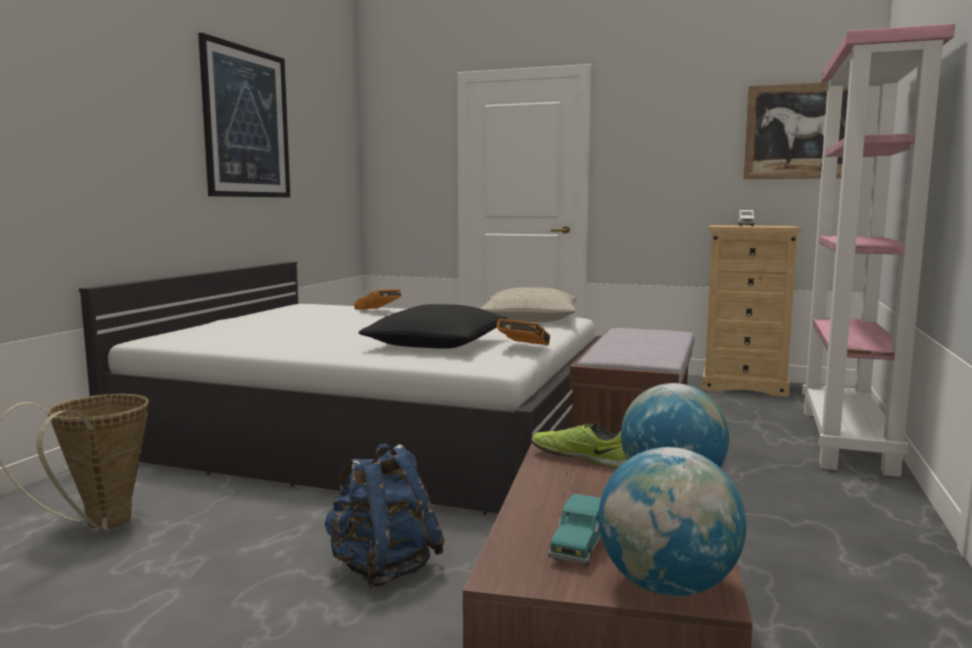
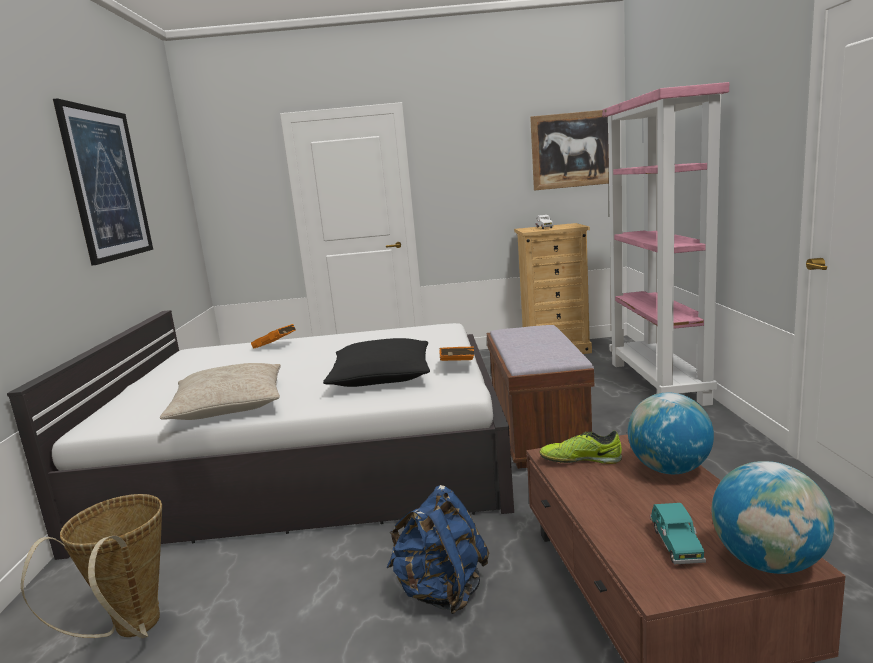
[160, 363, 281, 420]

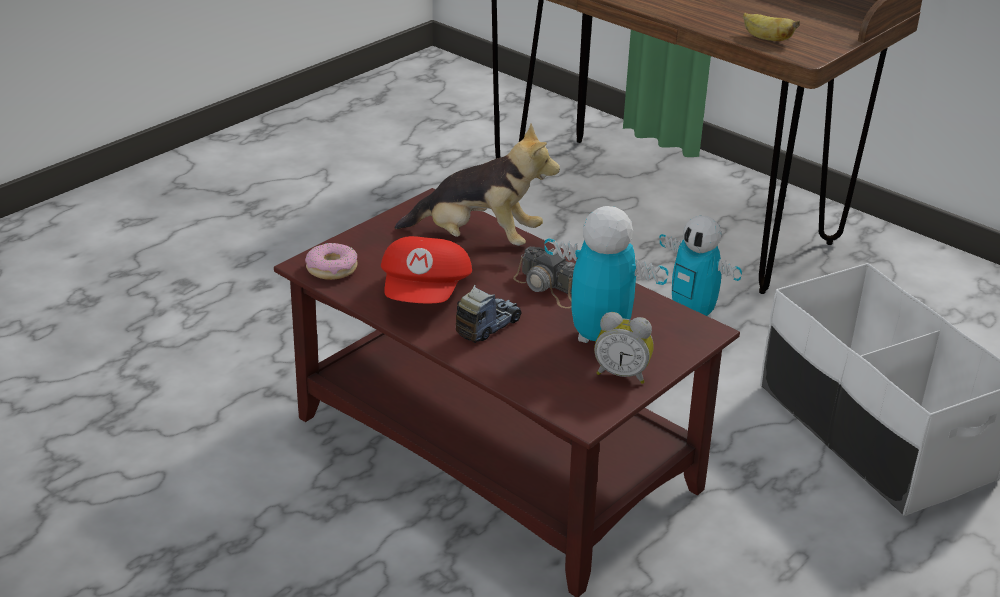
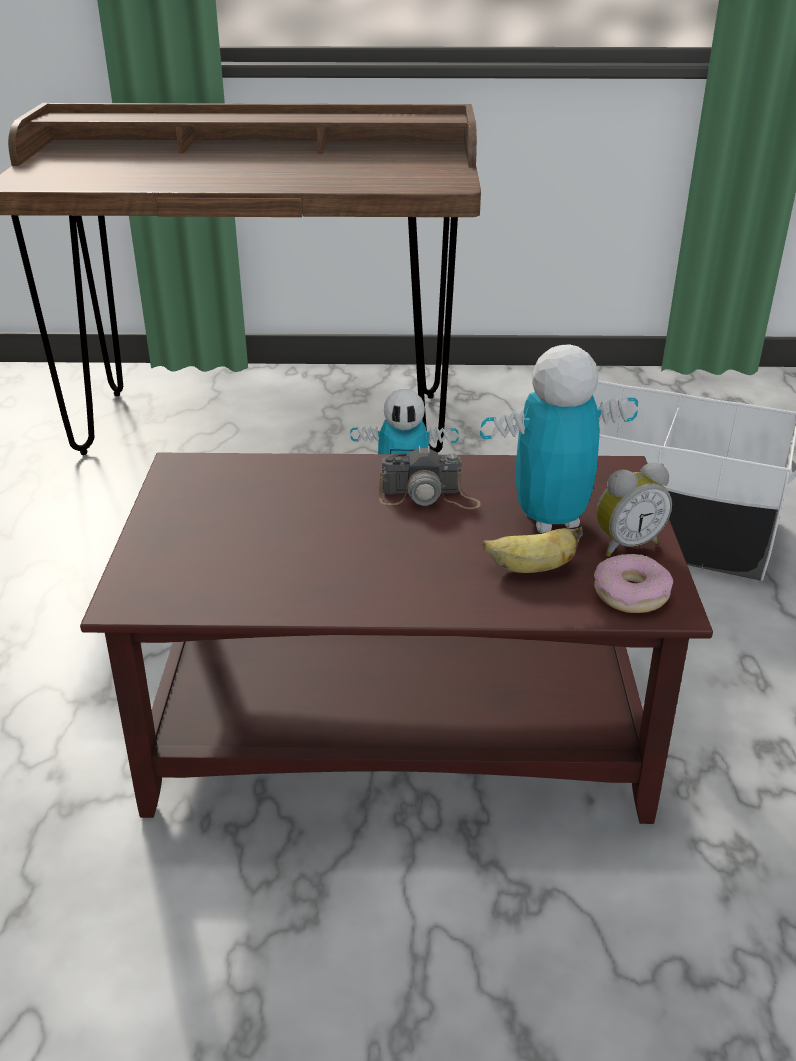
[381, 236, 472, 303] (first image)
[394, 123, 560, 246] (first image)
[456, 285, 521, 343] (first image)
[594, 554, 673, 613]
[483, 527, 583, 573]

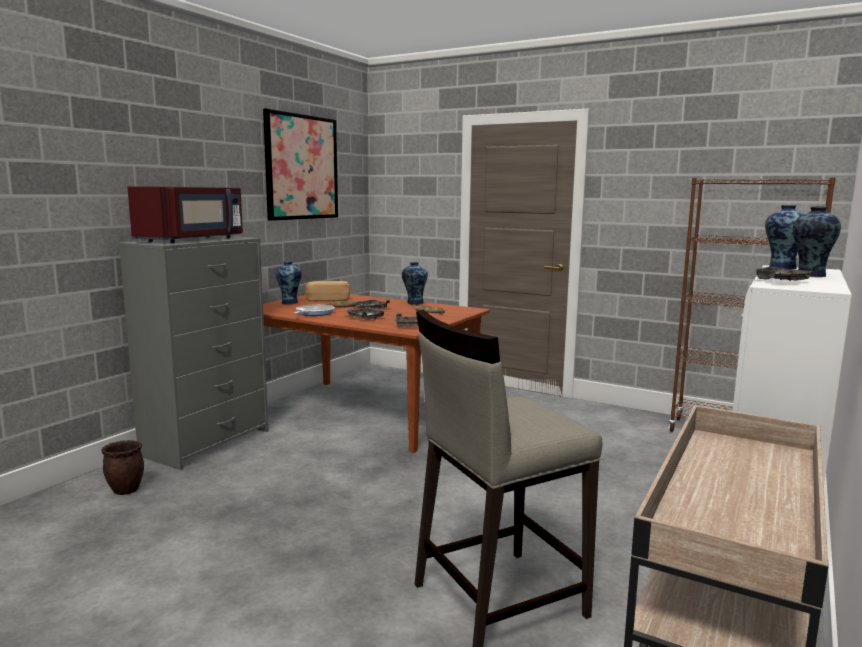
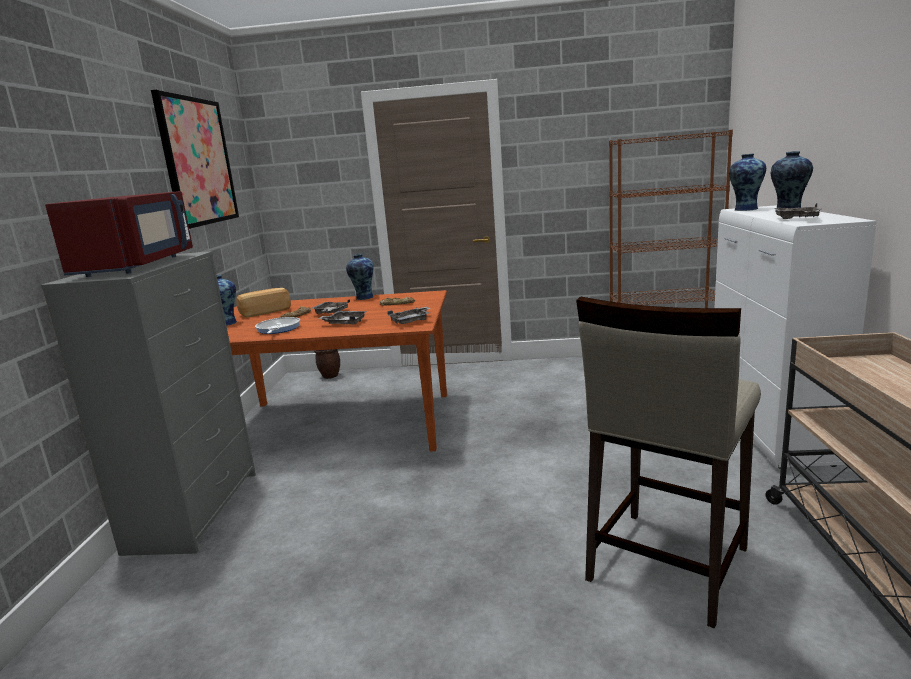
[314, 349, 340, 379]

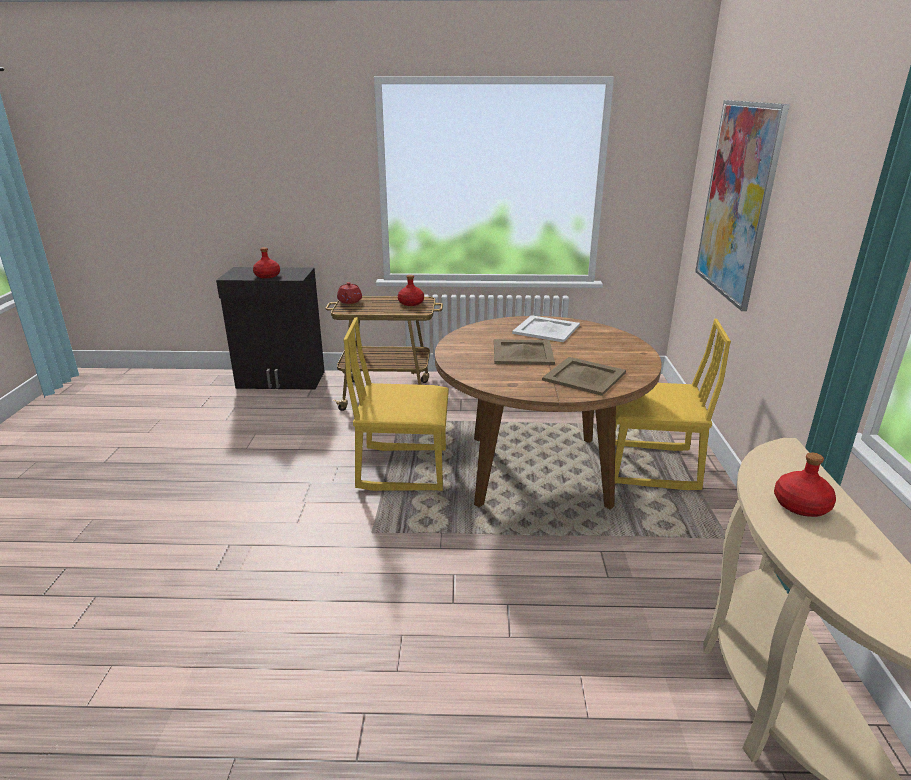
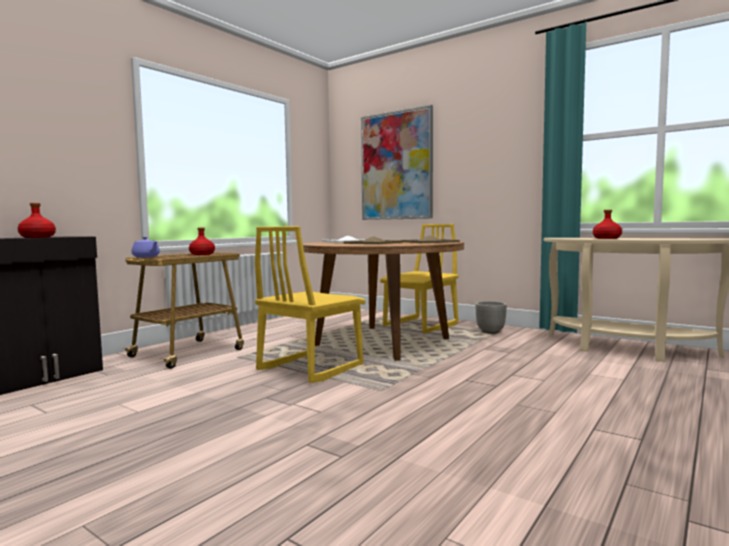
[475, 301, 507, 334]
[131, 237, 160, 258]

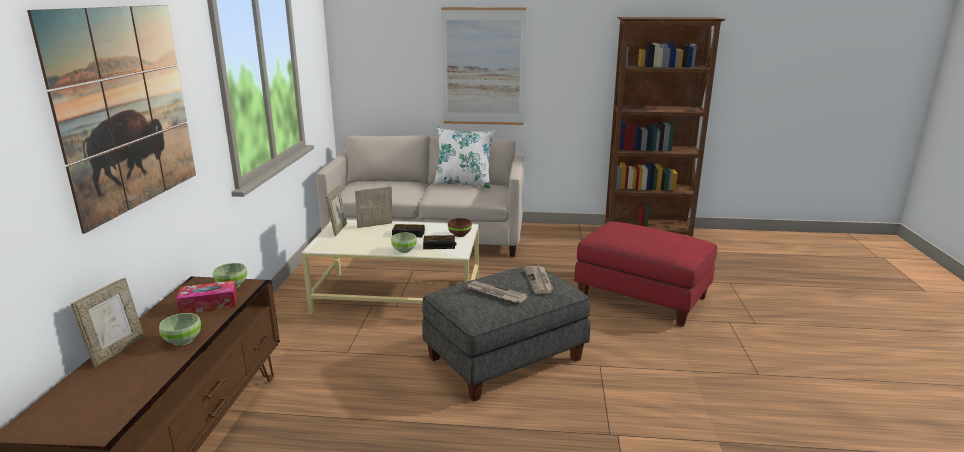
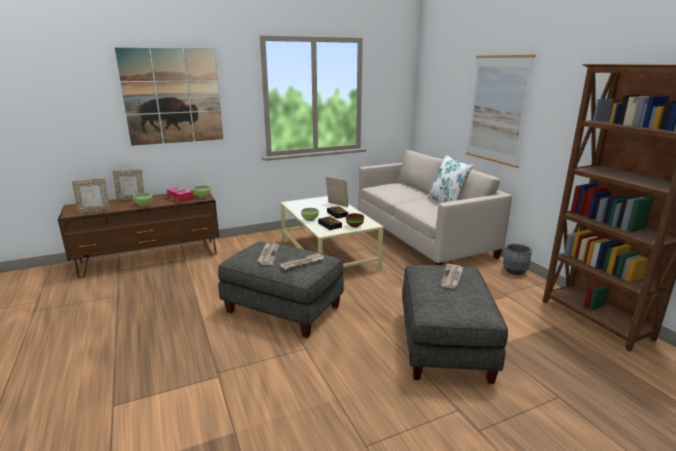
[441, 264, 463, 289]
[503, 243, 532, 275]
[72, 178, 110, 213]
[402, 265, 508, 384]

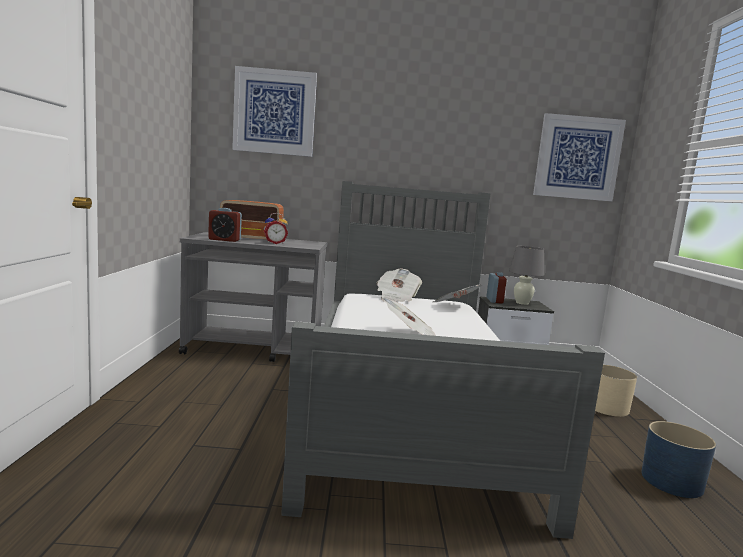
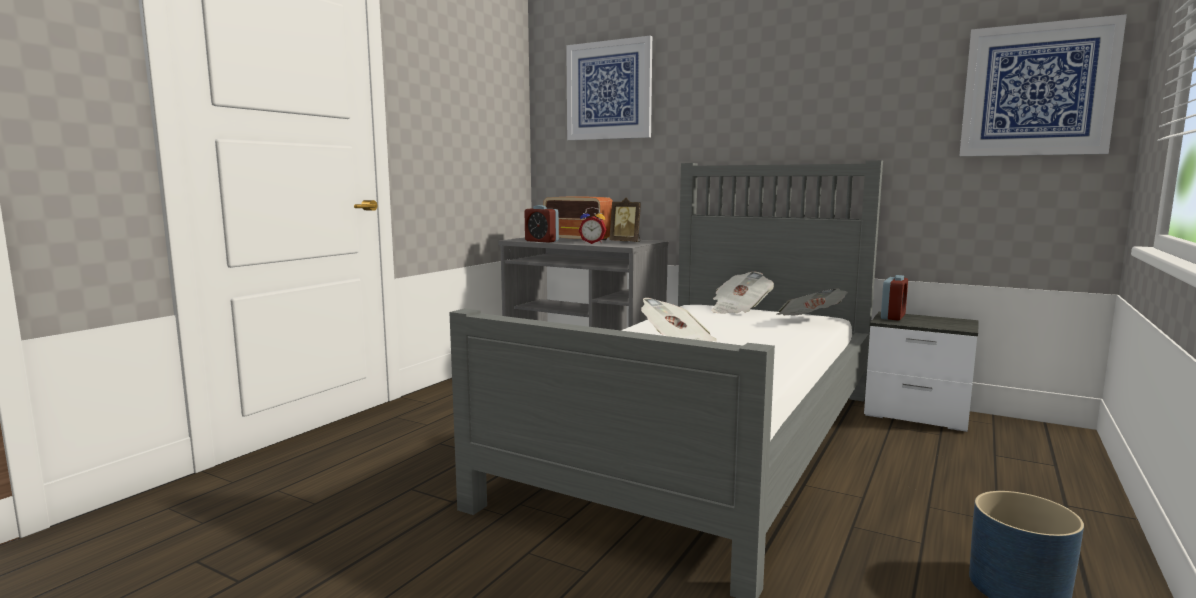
[509, 246, 544, 305] (first image)
[595, 364, 637, 417] (first image)
[609, 198, 641, 242]

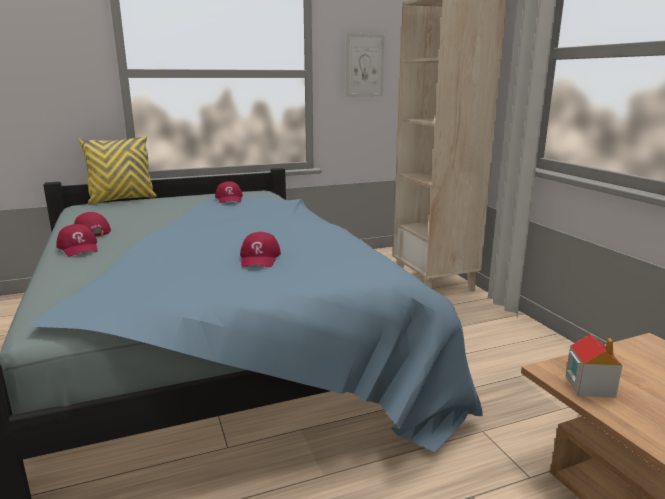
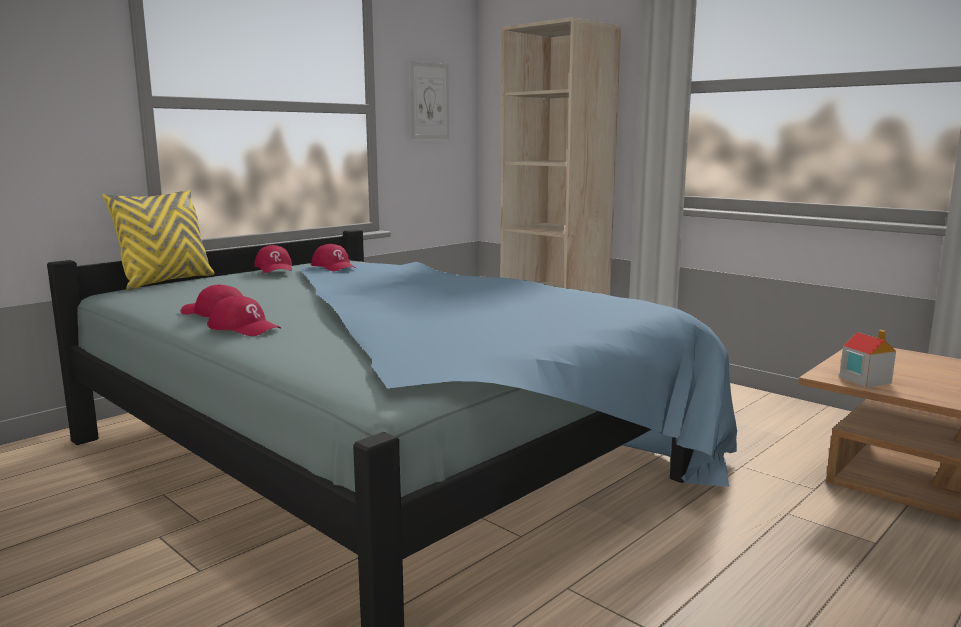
[254, 245, 292, 273]

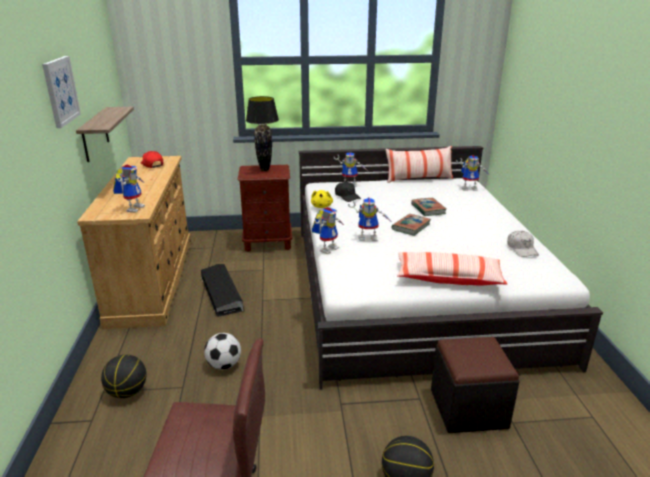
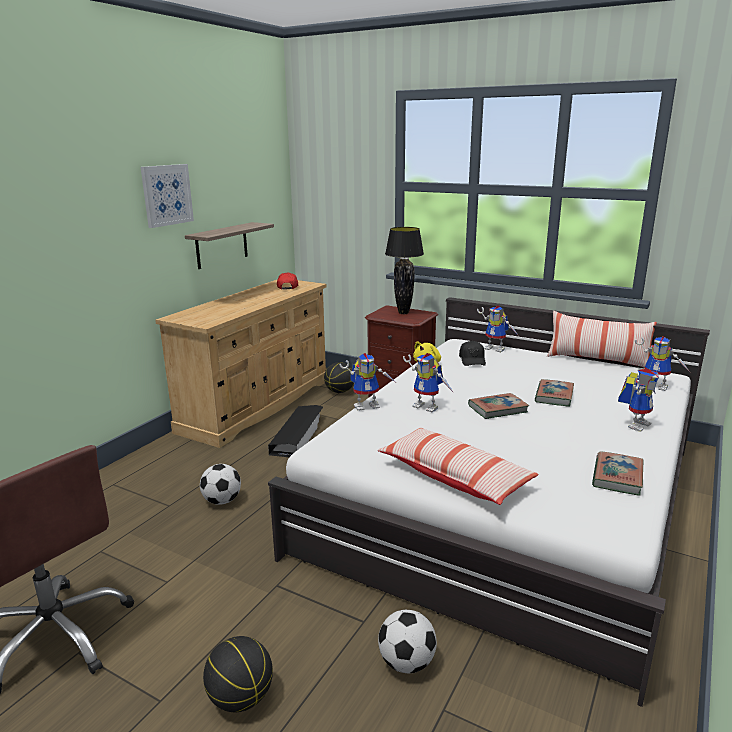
[324, 362, 354, 393]
[618, 369, 659, 432]
[378, 610, 437, 673]
[592, 451, 643, 496]

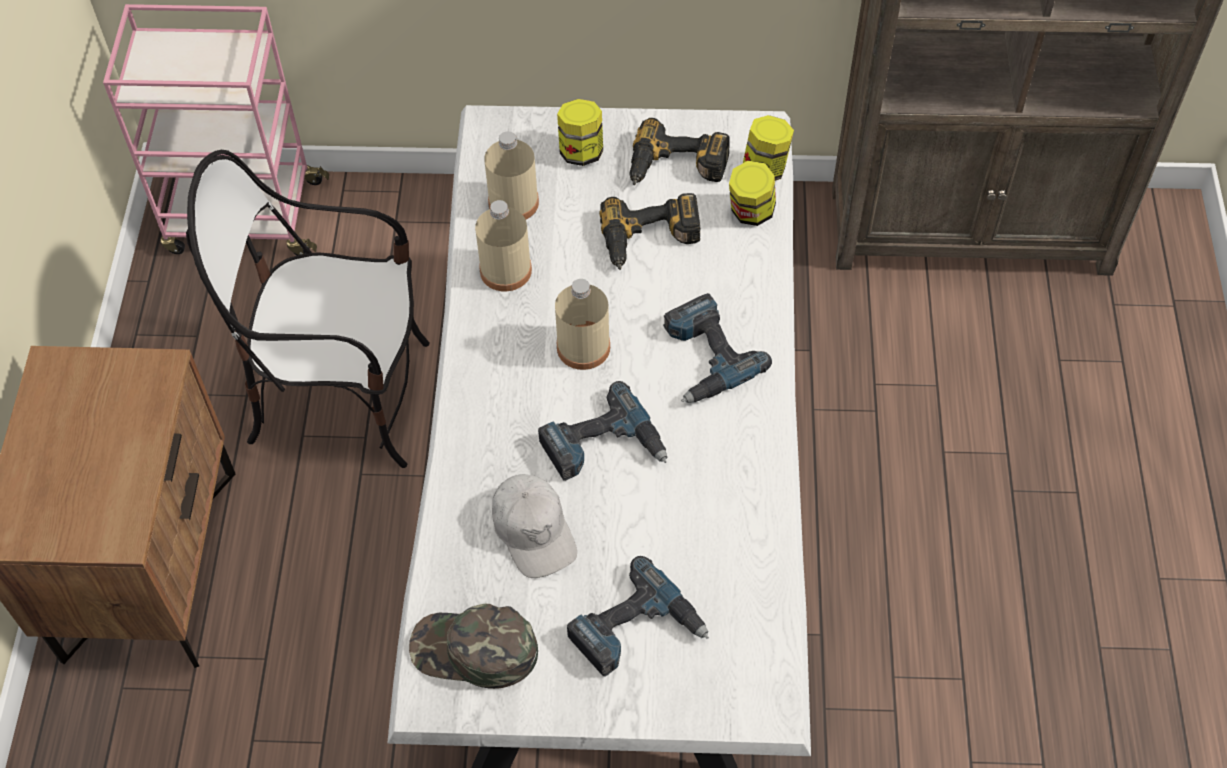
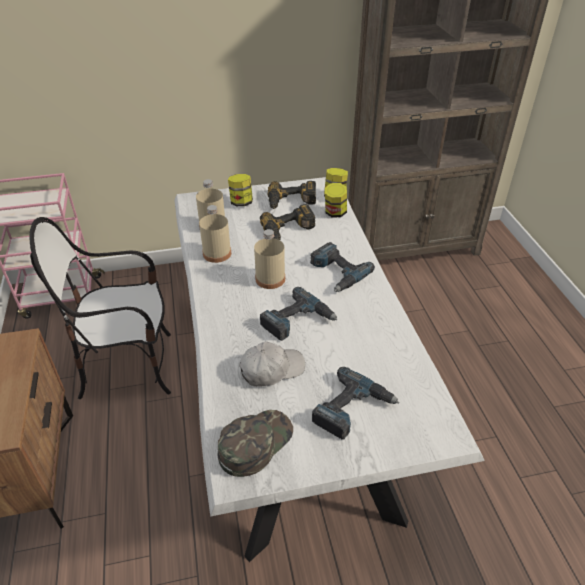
[218, 410, 293, 477]
[239, 341, 305, 387]

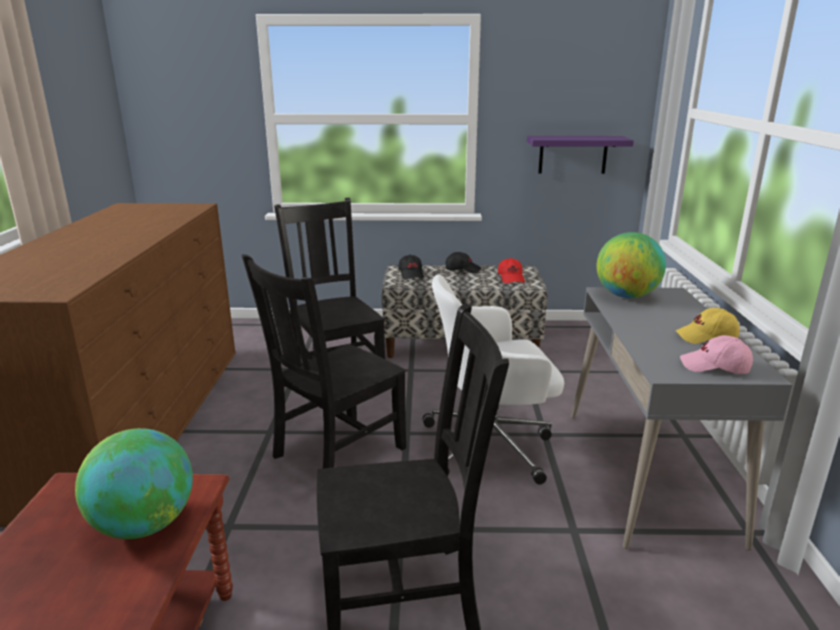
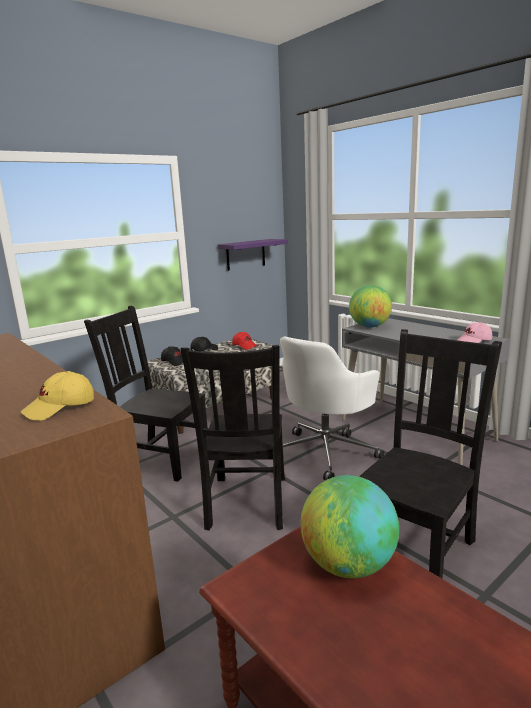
[21, 371, 94, 421]

